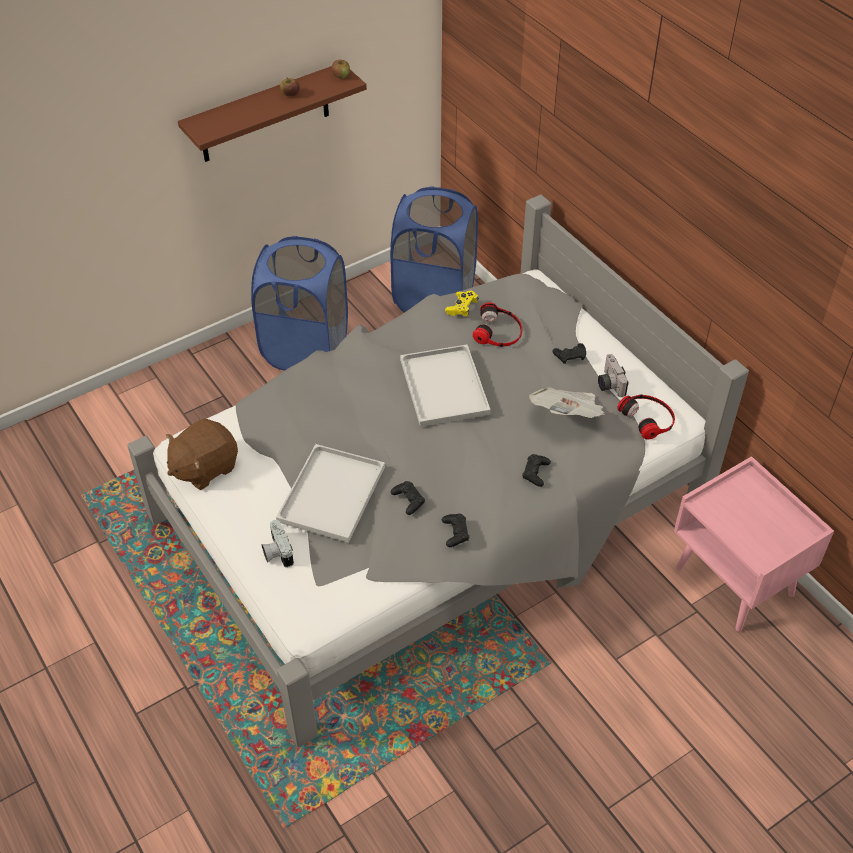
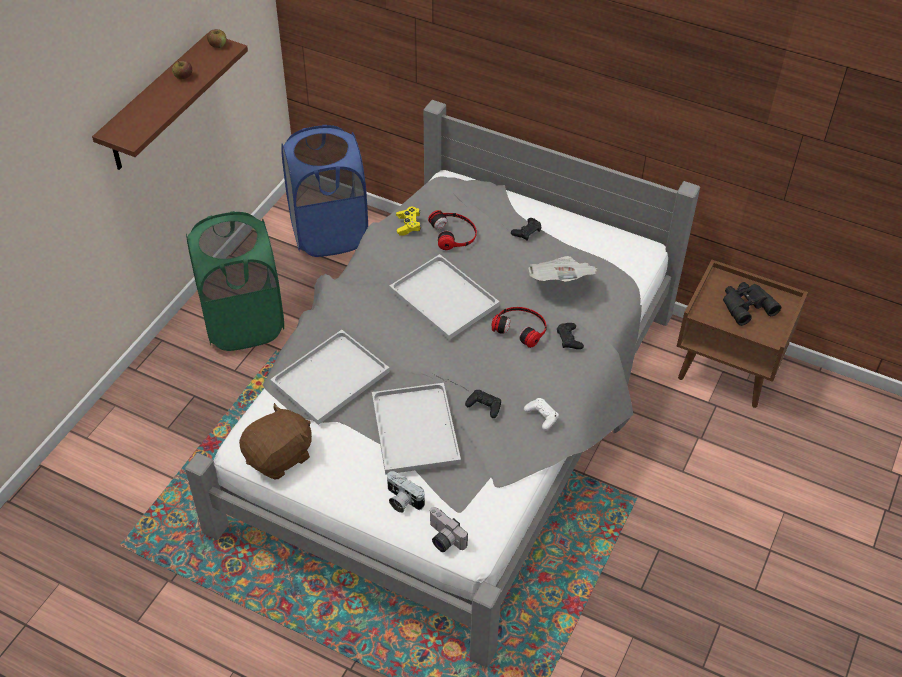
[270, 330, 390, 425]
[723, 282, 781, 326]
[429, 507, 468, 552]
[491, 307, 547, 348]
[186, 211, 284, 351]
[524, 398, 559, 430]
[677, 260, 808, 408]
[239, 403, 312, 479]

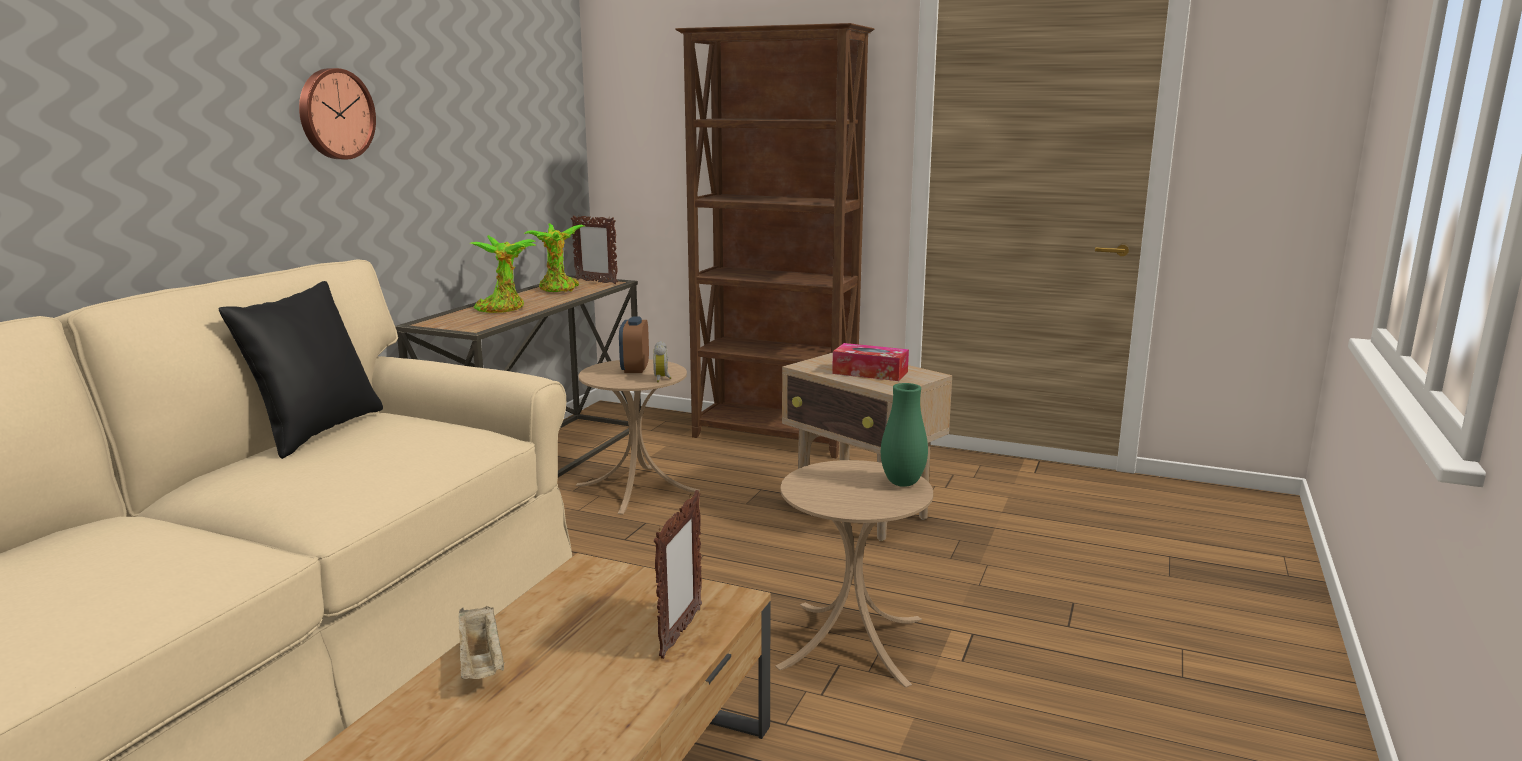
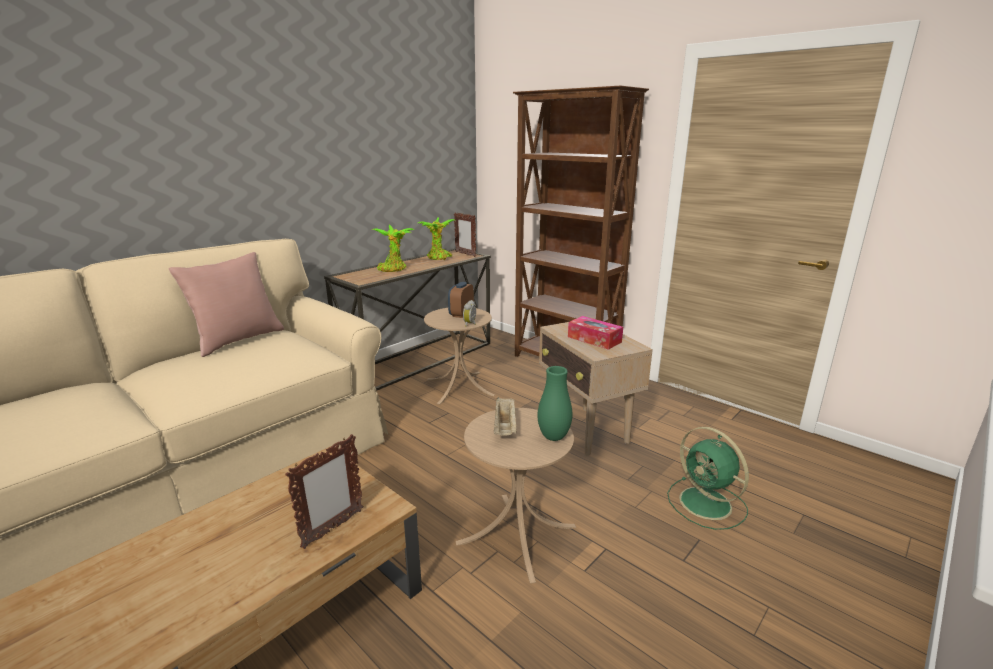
[299, 68, 376, 160] (first image)
[667, 427, 749, 530]
[494, 397, 517, 436]
[169, 252, 284, 357]

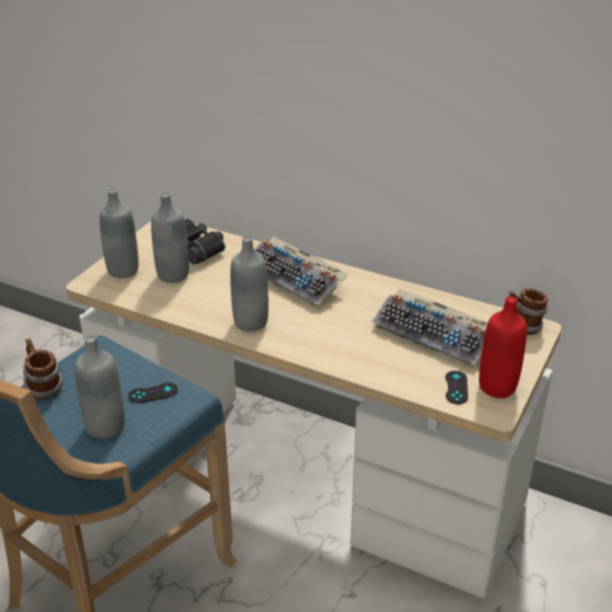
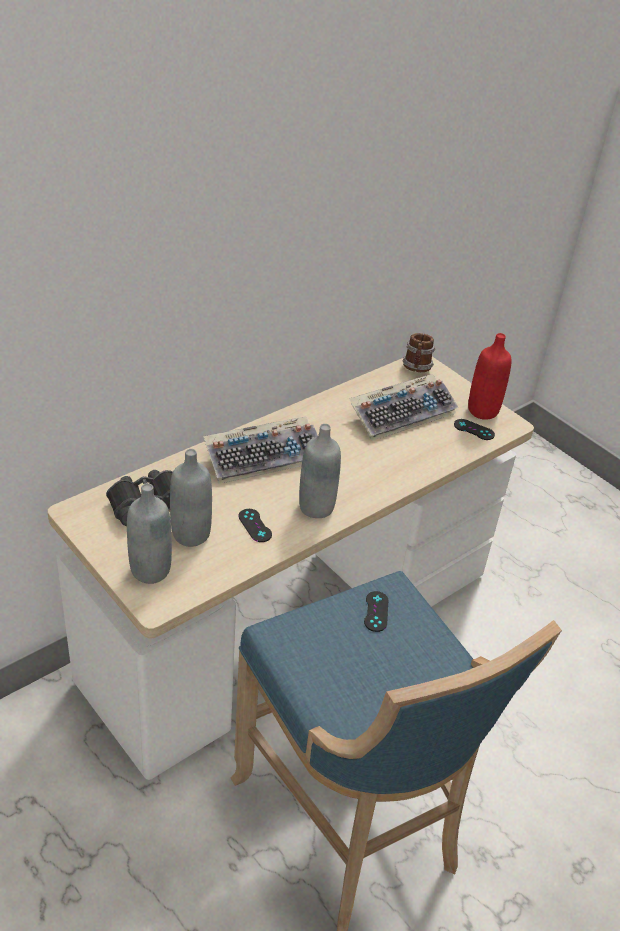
[23, 339, 64, 399] (first image)
[75, 335, 125, 439] (first image)
[239, 509, 272, 542]

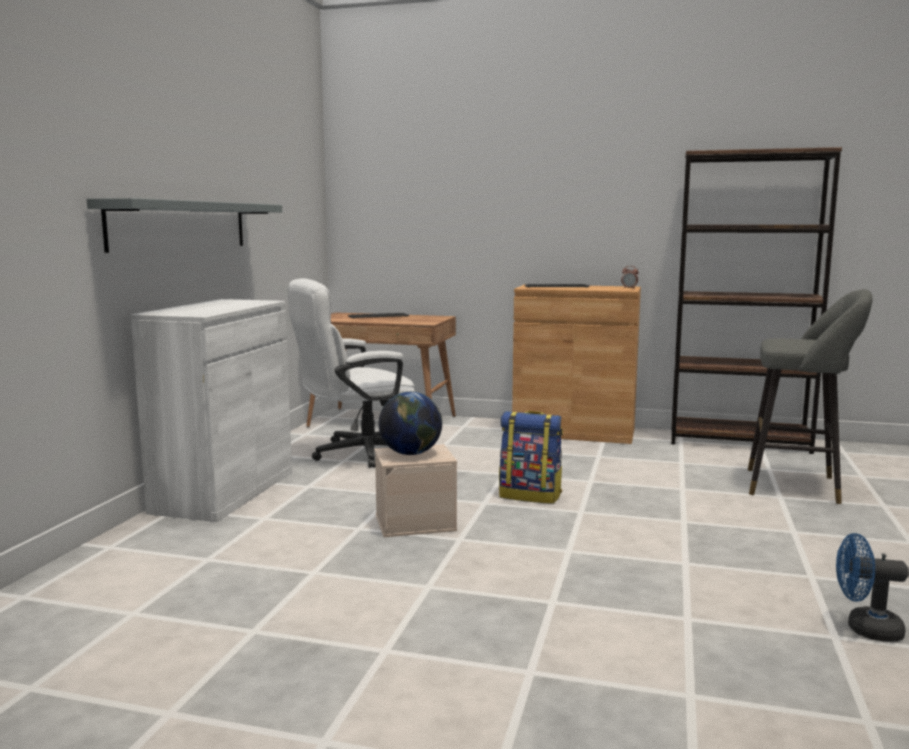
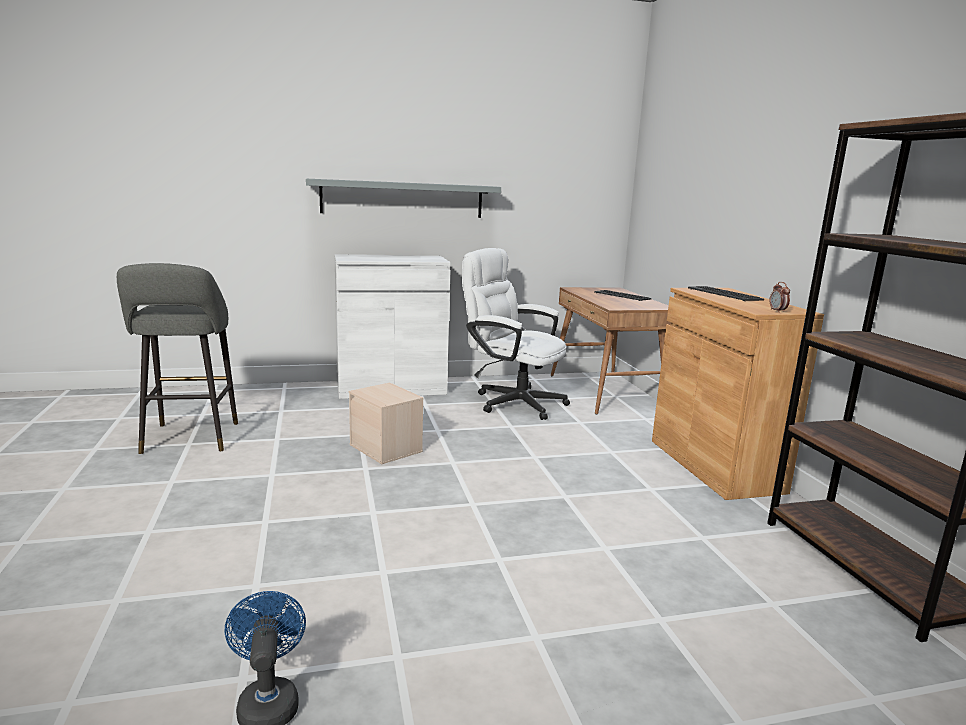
[379, 392, 442, 455] (first image)
[499, 411, 563, 504] (first image)
[117, 263, 238, 454]

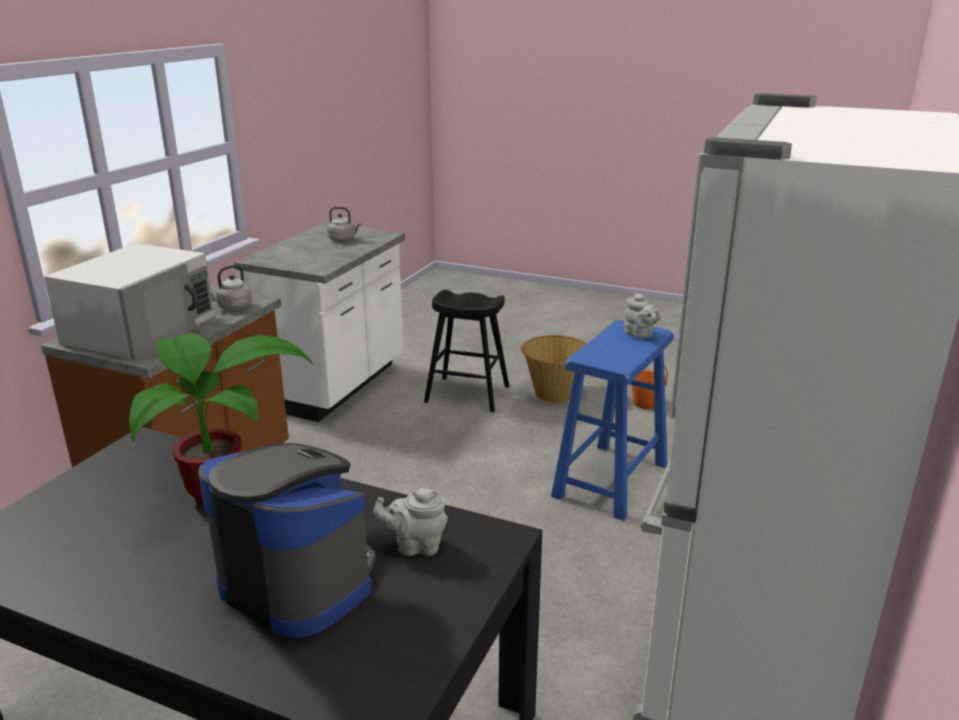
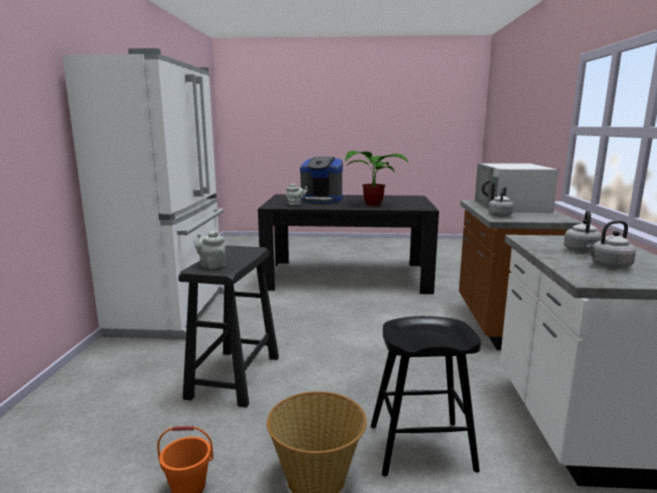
[564, 210, 602, 253]
[178, 245, 279, 408]

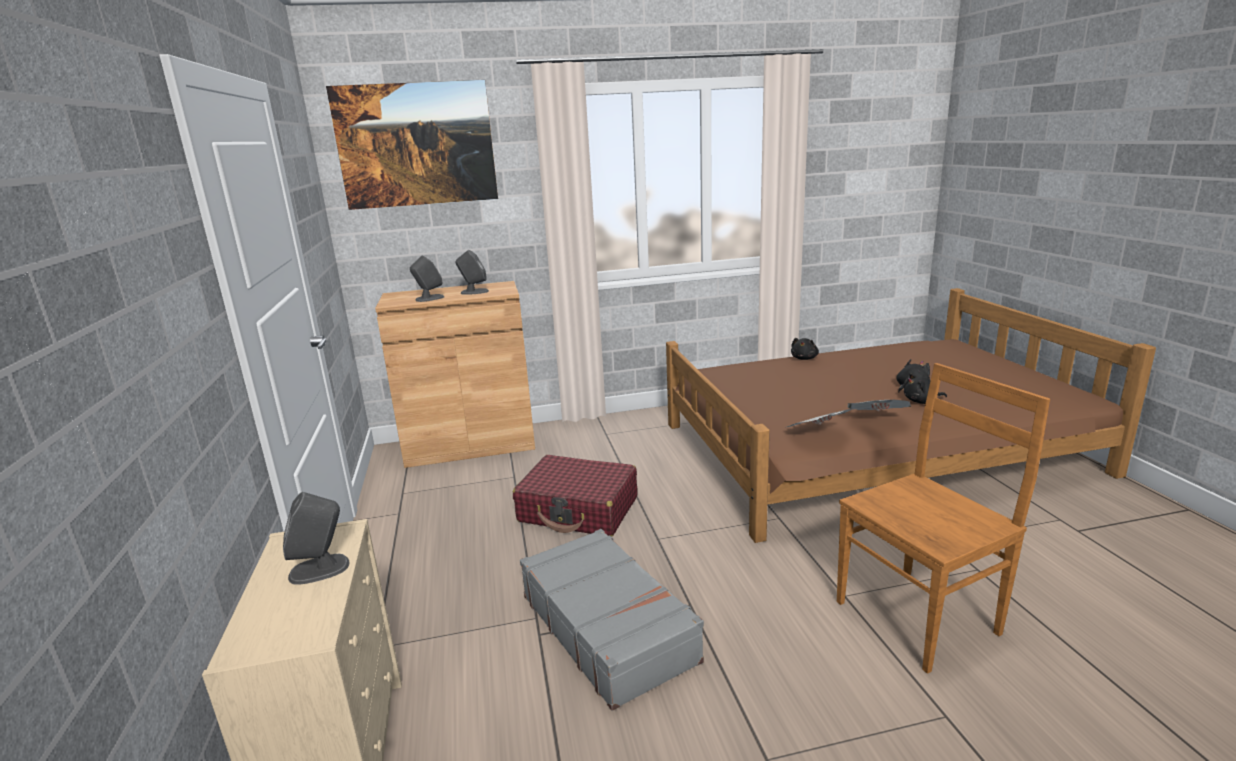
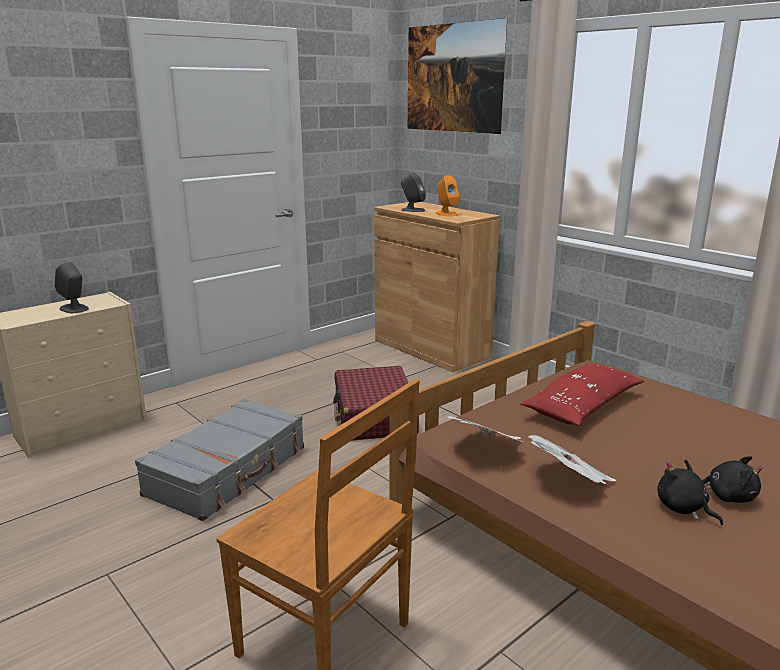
[791, 338, 819, 360] (first image)
[520, 364, 644, 426]
[436, 175, 460, 217]

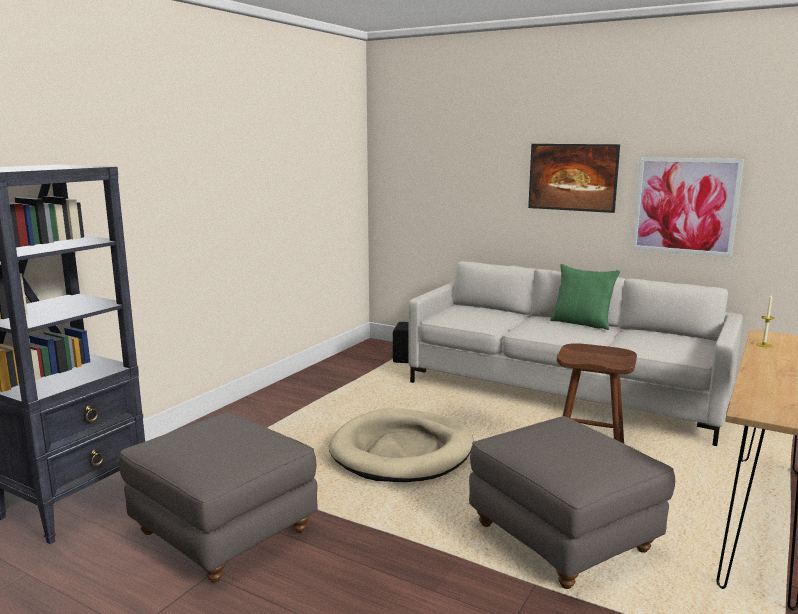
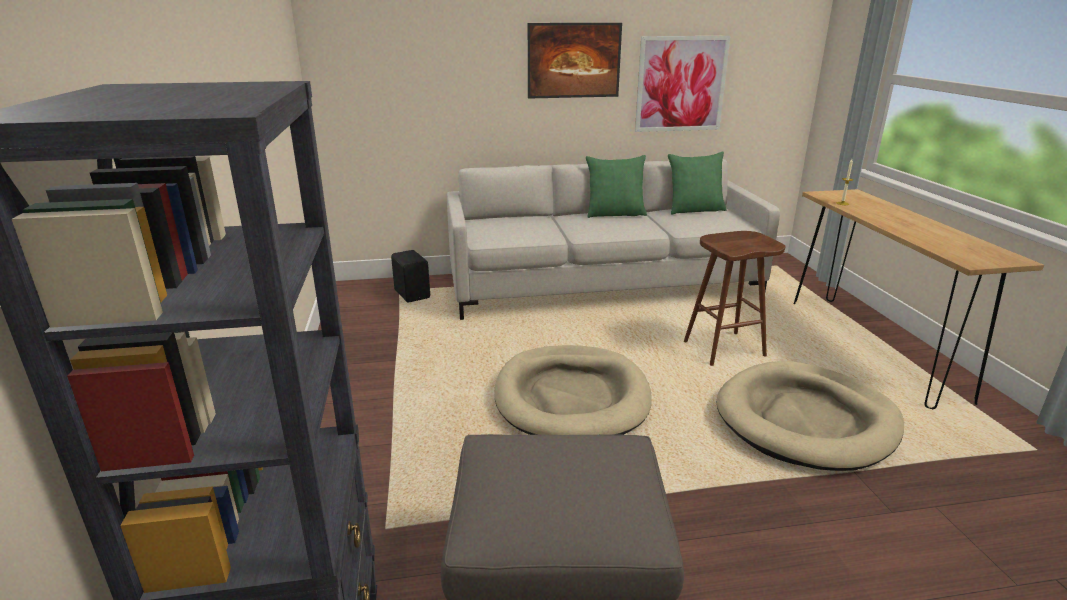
[668, 152, 726, 214]
[717, 361, 904, 471]

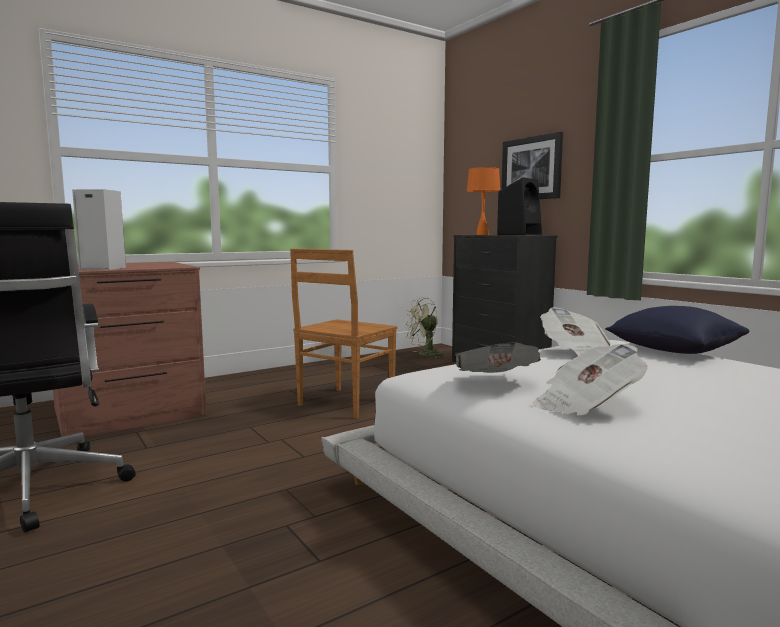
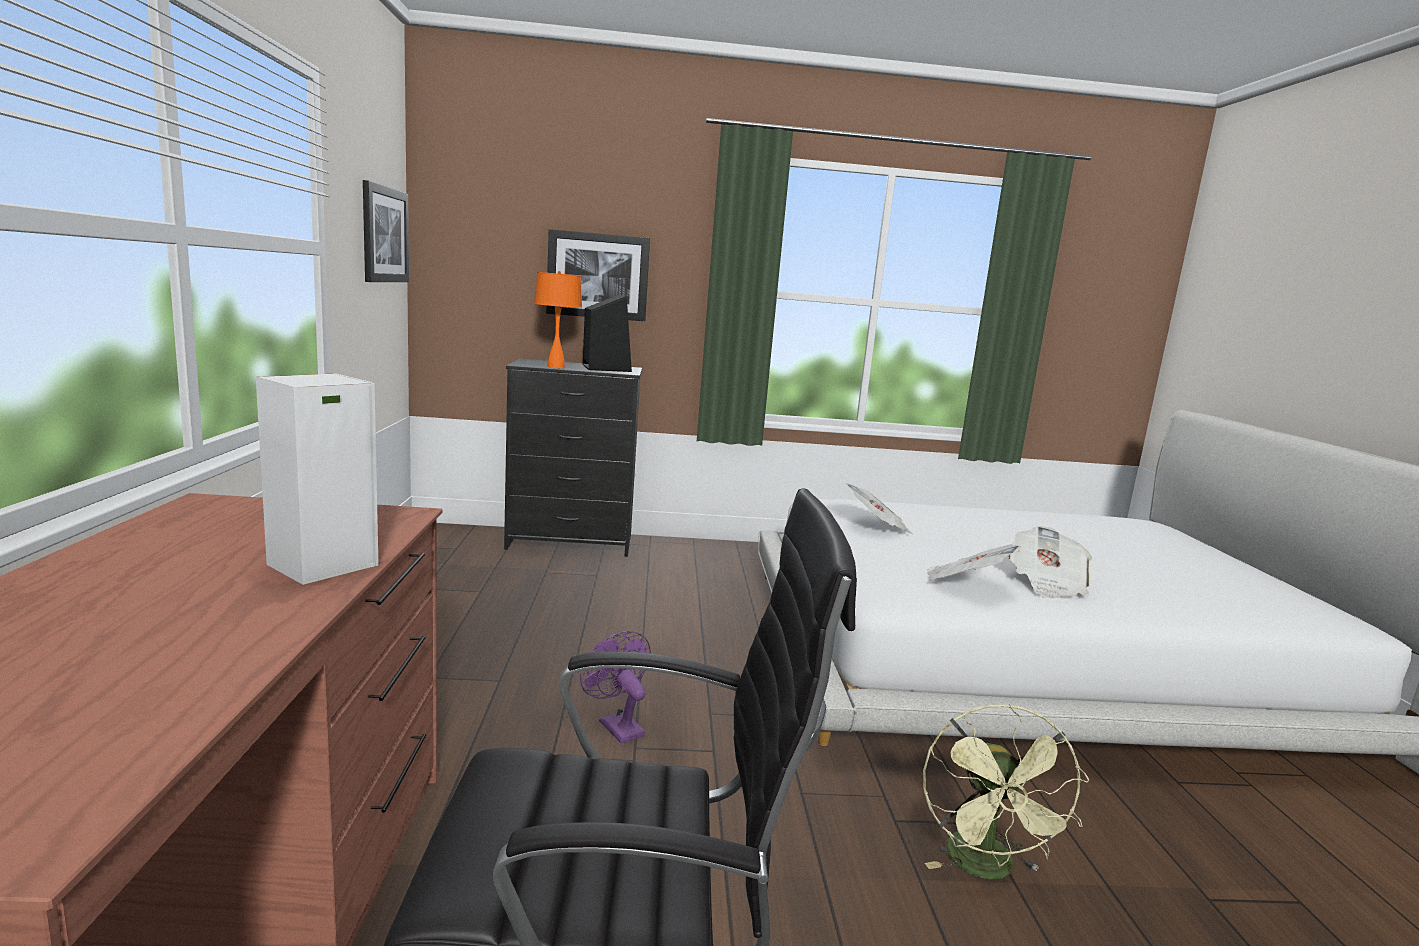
[290, 248, 397, 419] (first image)
[605, 306, 749, 354] (first image)
[363, 180, 409, 282]
[580, 631, 651, 744]
[923, 704, 1089, 879]

